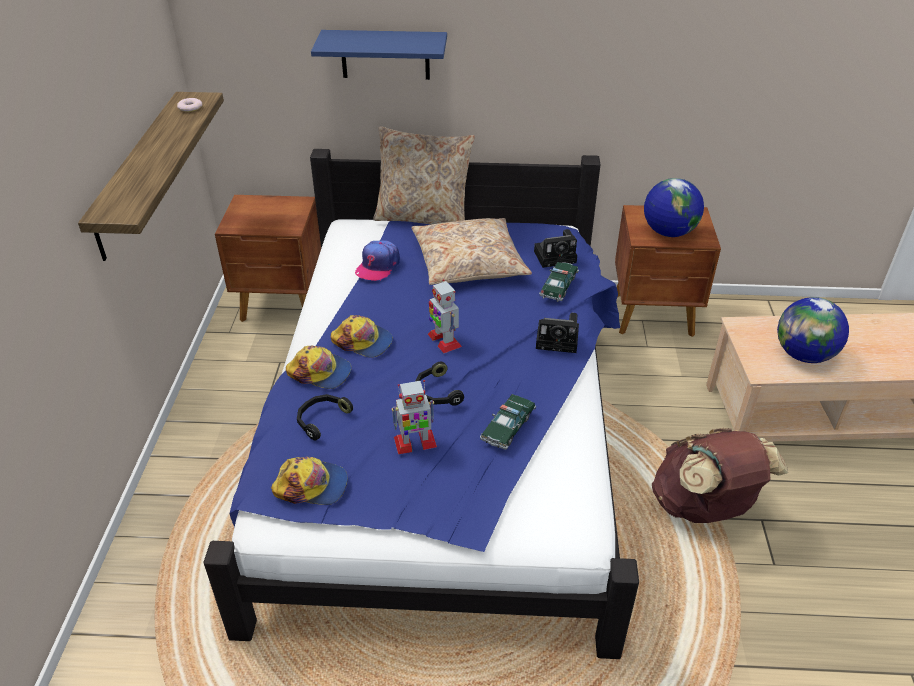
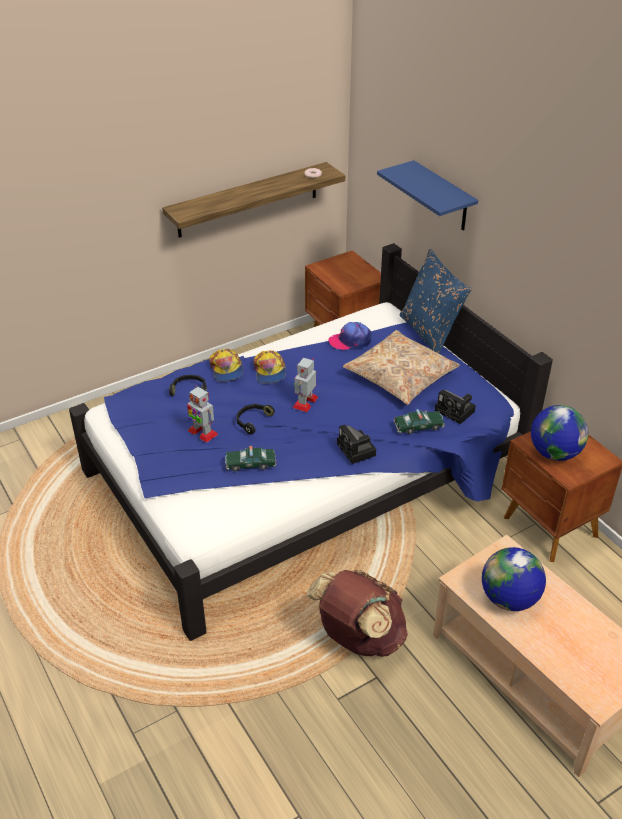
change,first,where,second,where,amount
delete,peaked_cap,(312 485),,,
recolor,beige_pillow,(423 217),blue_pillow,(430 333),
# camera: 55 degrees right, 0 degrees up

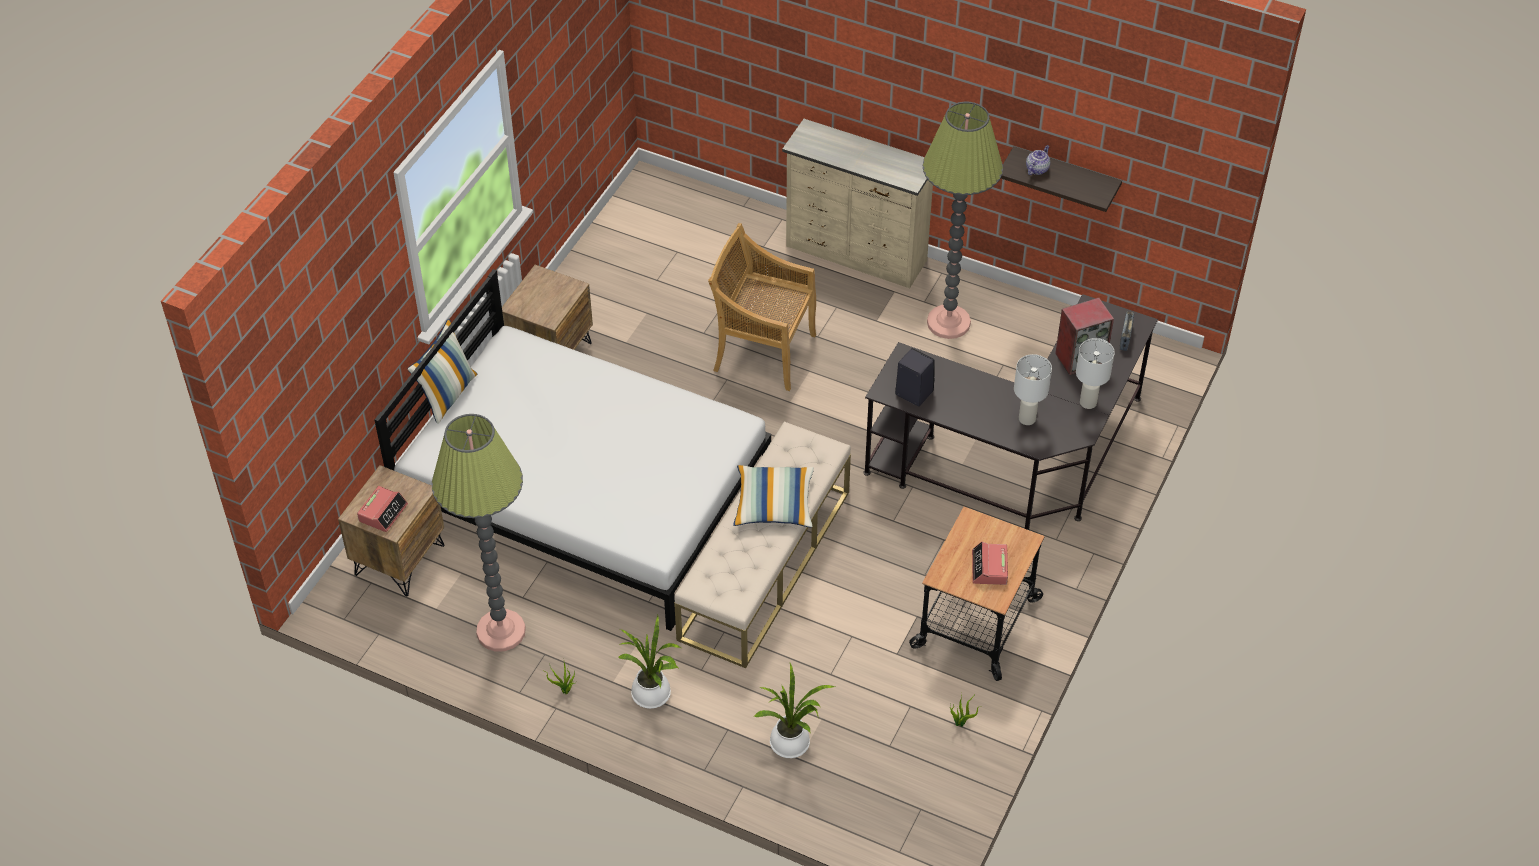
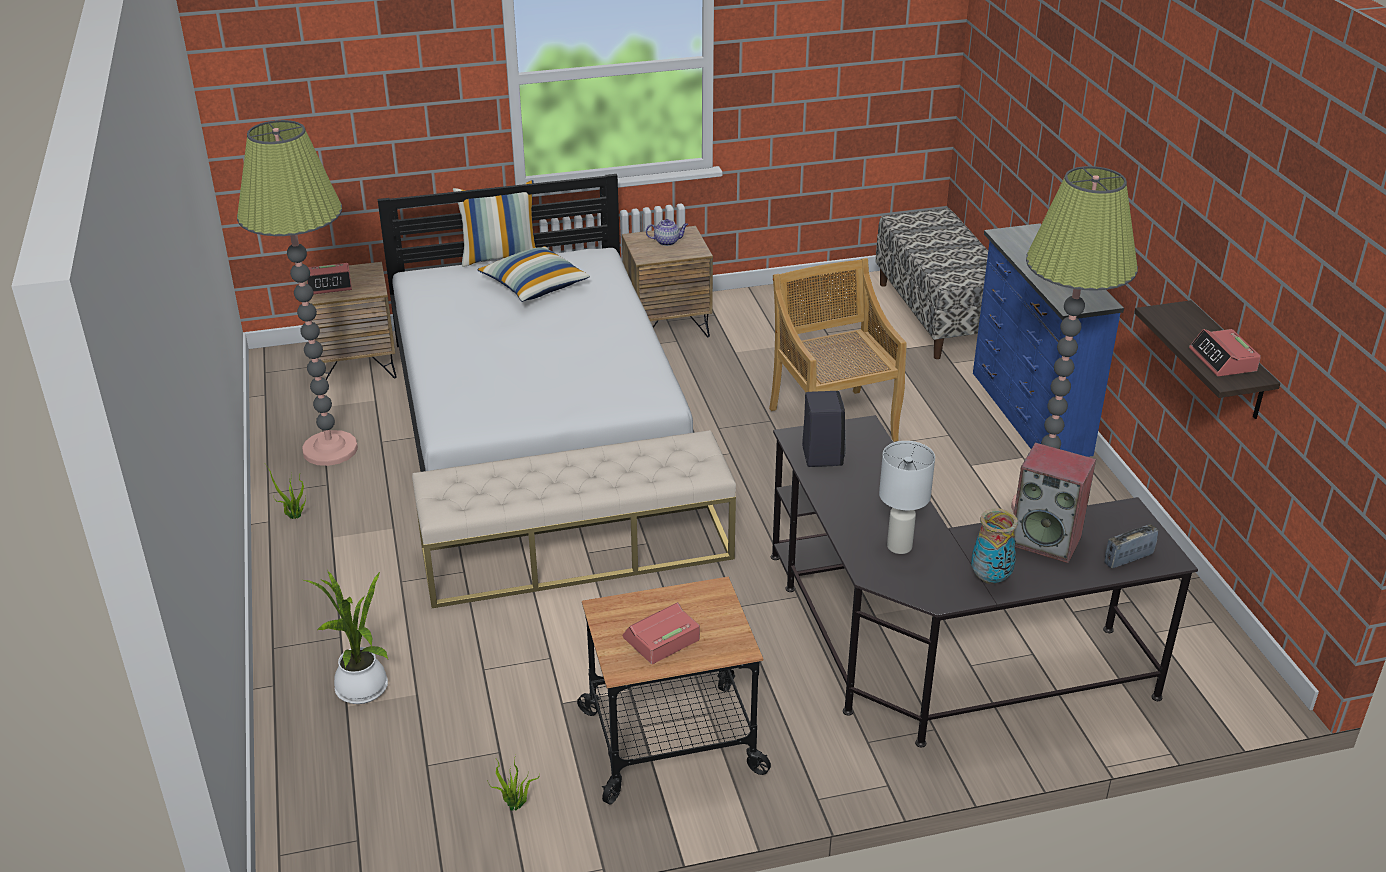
change,first,where,second,where,amount
delete,plant_in_a_pot,(653 696),,,
insert,,,indoor_bench,(938 316),
insert,,,alarm_clock,(1223 360),
move,pillow,(773 505),,(534 286),
move,pot_for_tea,(1037 169),,(667 241),
replace,white_lamp_for_a_table,(1087 402),flower_vase,(990 578),
recolor,beige_dresser,(856 255),blue_dresser,(1028 414),
# camera: 50 degrees right, 15 degrees down

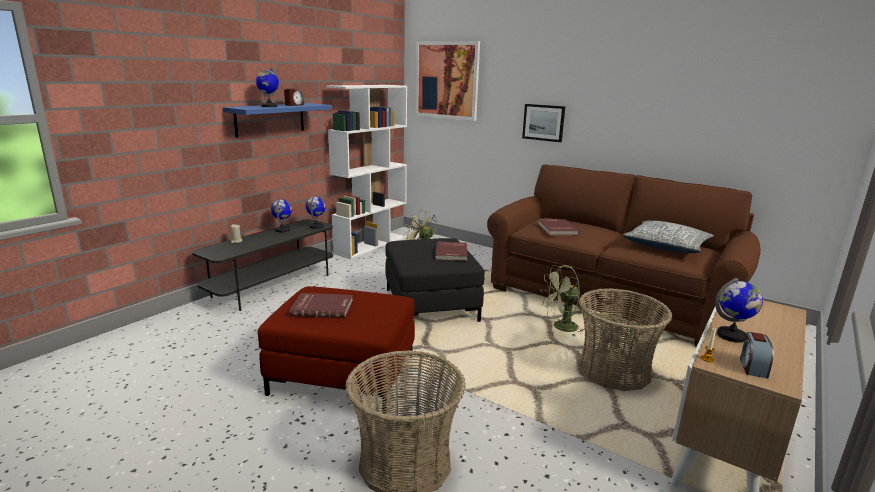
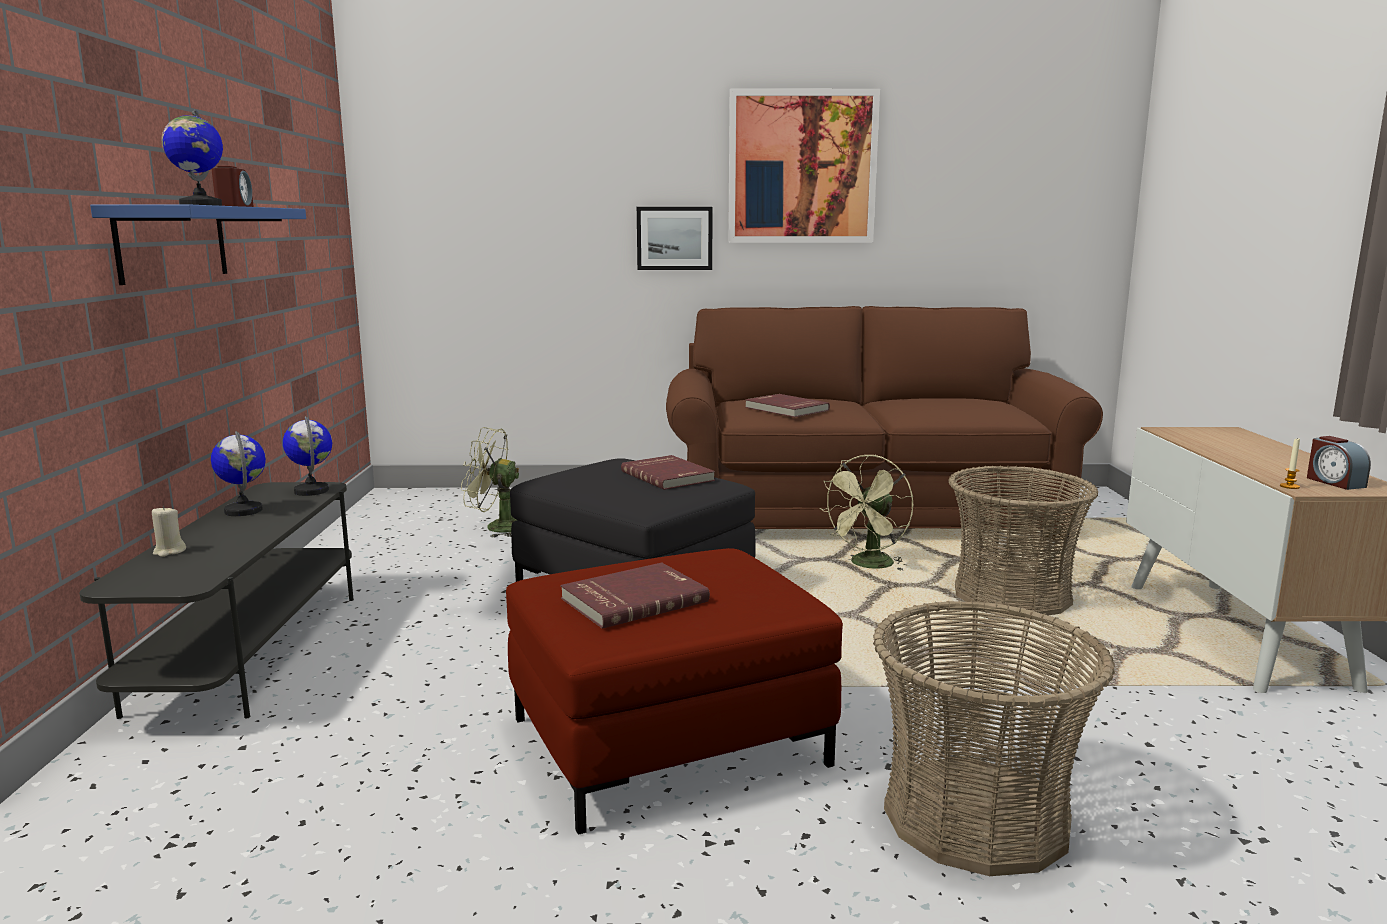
change,first,where,second,where,amount
delete,white_bookshelf,(371 245),,,
delete,pillow,(666 246),,,
delete,globe,(731 336),,,
move,wall_art,(446 80),,(802 167),
# camera: 35 degrees left, 5 degrees down

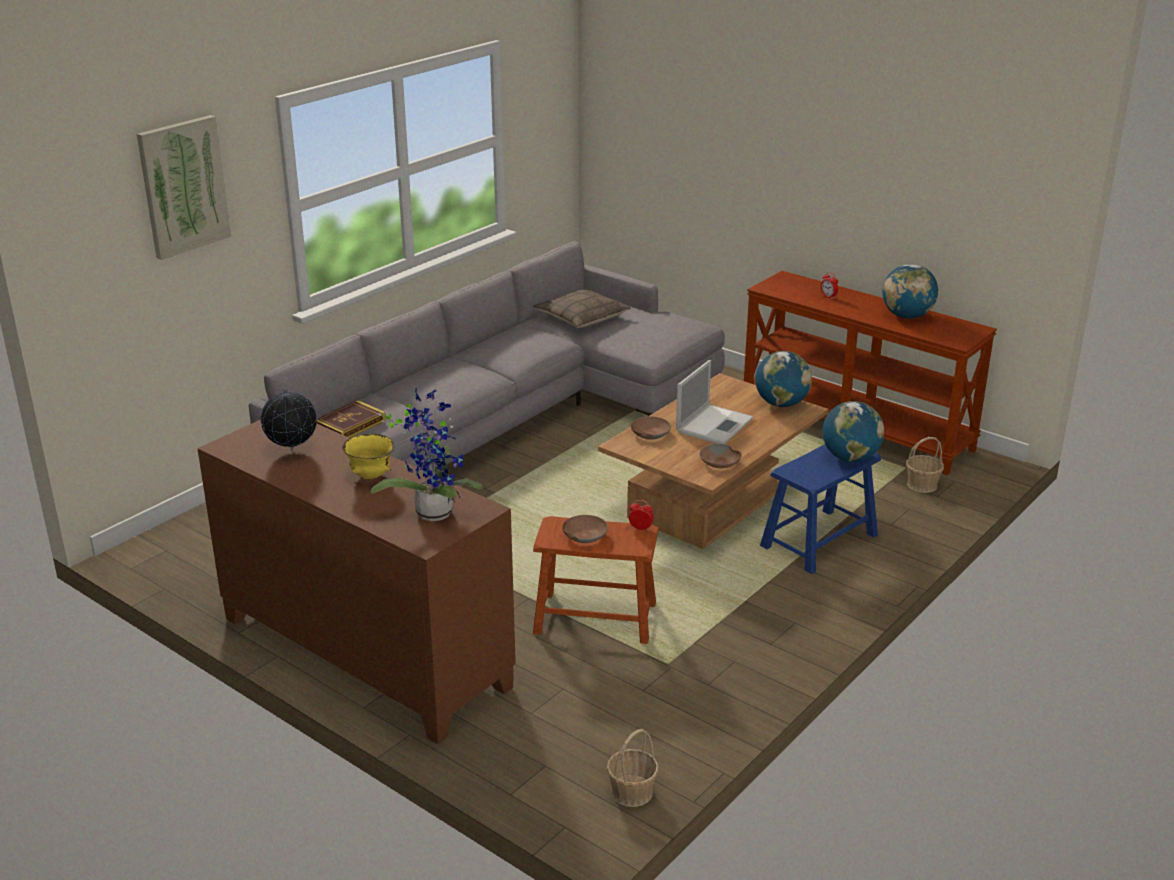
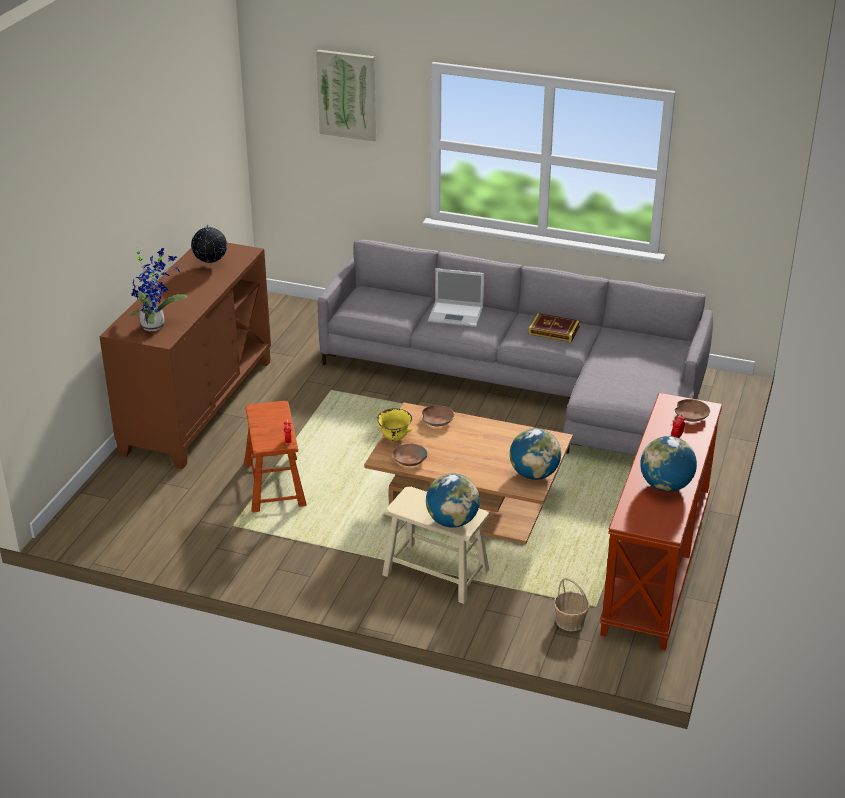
change,first,where,second,where,amount
delete,pillow,(581 317),,,
delete,basket,(631 792),,,
move,book,(350 424),,(554 330),
move,yellow-coloured_serving_bowl,(370 476),,(394 438),
move,brownish_serving_bowl,(584 535),,(691 415),
move,laptop,(715 424),,(457 314),
recolor,blue_sitting_stool,(819 541),beige_sitting_stool,(436 572),
# camera: 70 degrees right, 5 degrees up

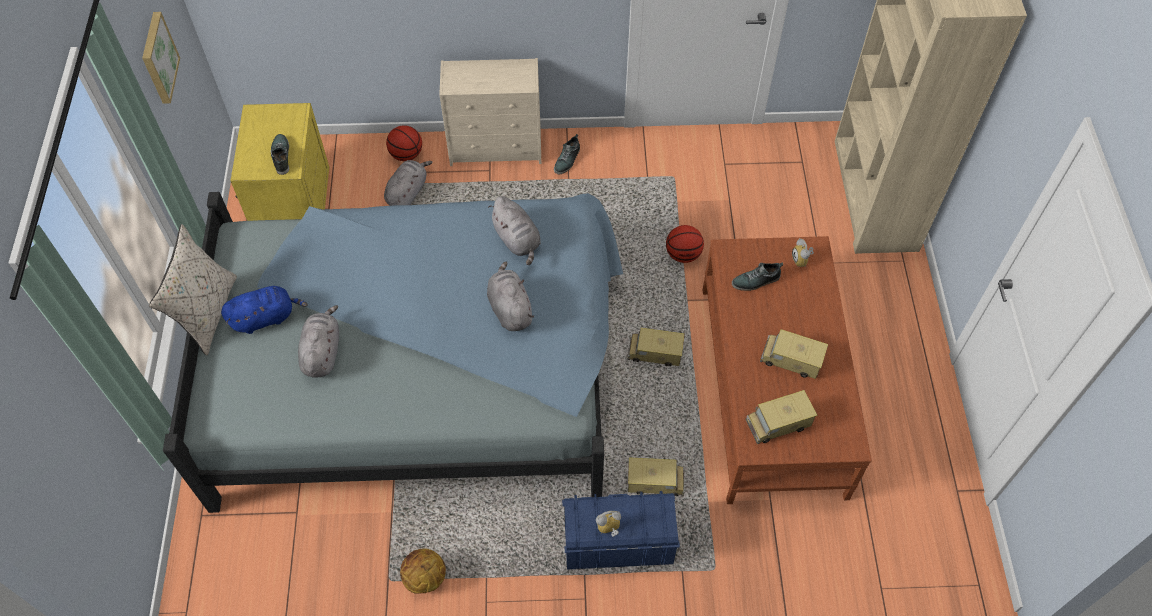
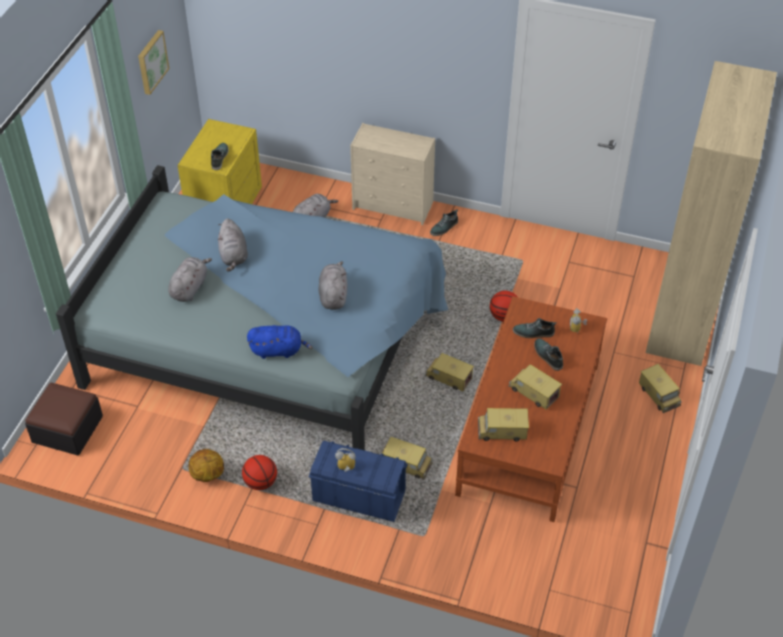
change,first,where,second,where,amount
delete,beige_pillow,(207 313),,,
insert,,,footrest,(67 429),
insert,,,shoe,(547 356),
insert,,,model_truck,(659 395),
move,blue_plush_toy,(266 318),,(278 350),
move,ball_for_basketball,(406 155),,(260 482),
move,greyish_plush_toy,(517 240),,(233 256),
# camera: 20 degrees right, 10 degrees down

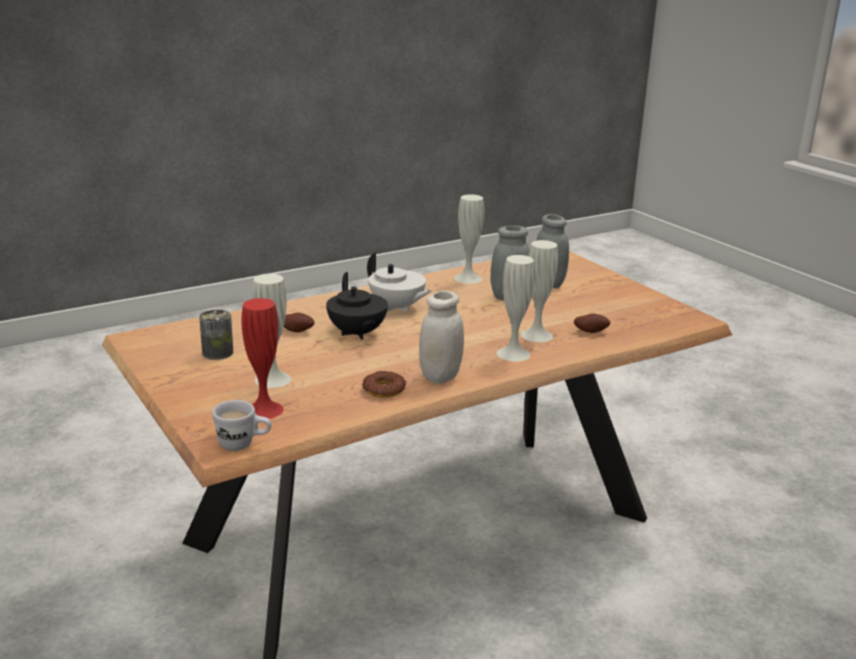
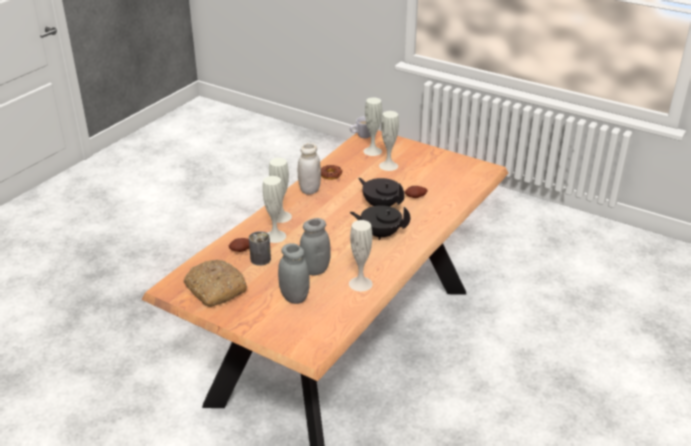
change,first,where,second,where,amount
insert,,,baked_bread,(214 289),
move,can,(217 353),,(260 259),
recolor,reddish_flower_vase,(264 410),white_flower_vase,(372 151),
recolor,white_pot_for_tea,(397 308),black-coloured_pot_for_tea,(380 234),
# camera: 155 degrees right, 10 degrees up

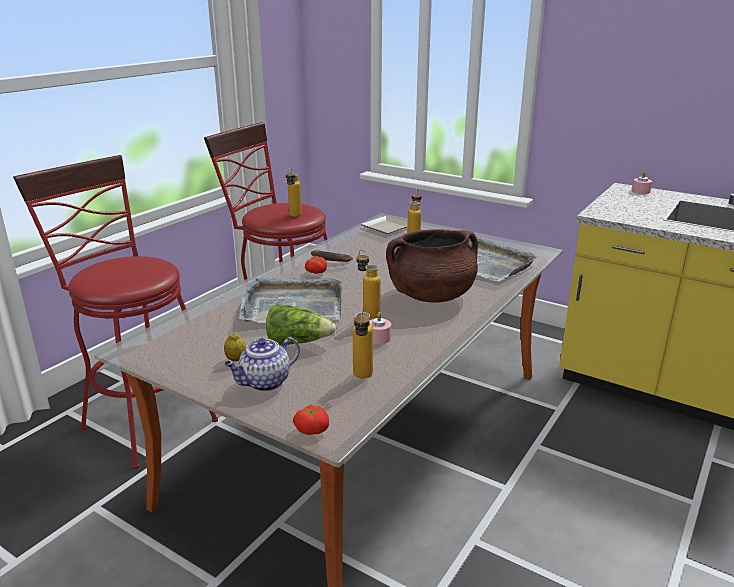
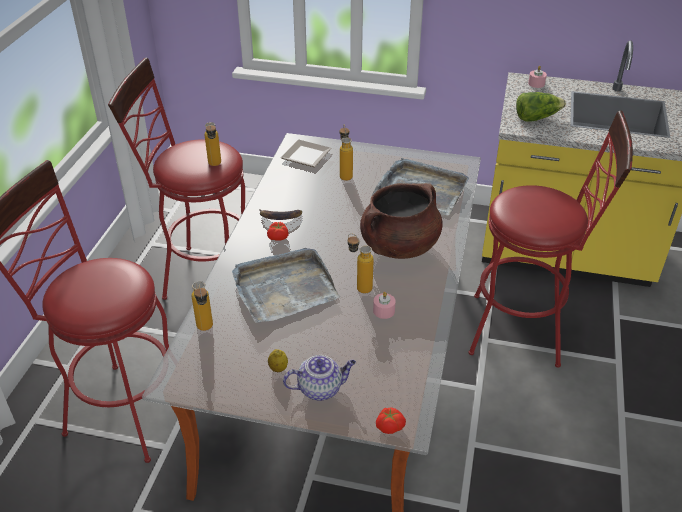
change,first,where,second,where,amount
insert,,,reddish_sitting_stool,(525 330),
move,lettuce_head,(298 342),,(536 117),
move,drink_bottle,(362 378),,(206 330),
rotate,pot_for_tea,(264 383),,(320 388),135 degrees counterclockwise
# camera: 20 degrees left, 15 degrees up

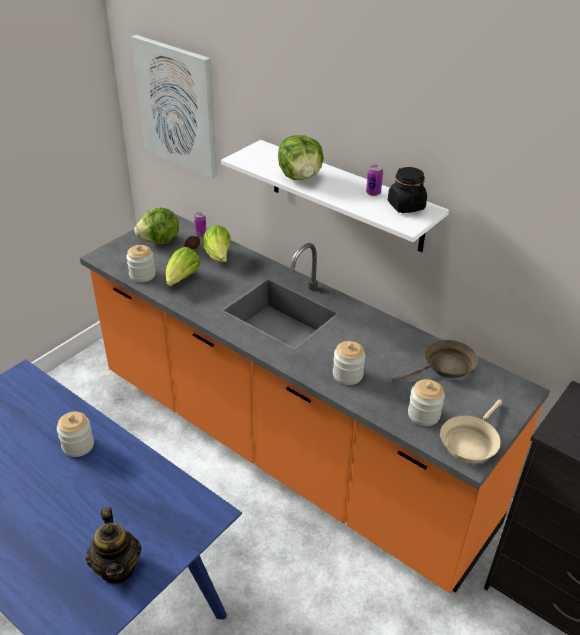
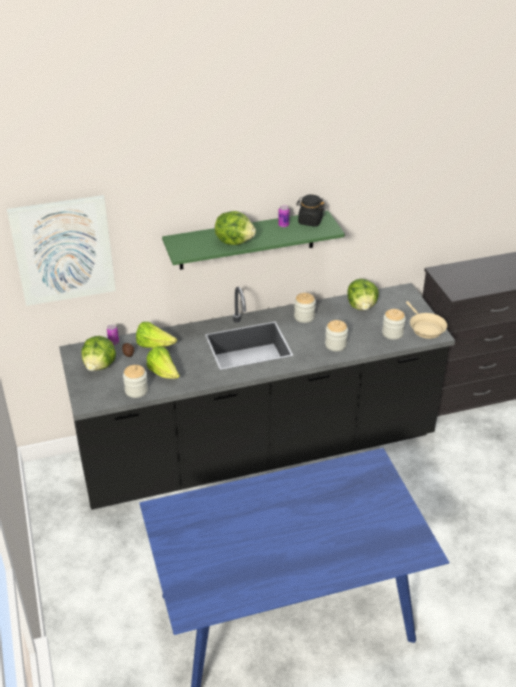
change,first,where,second,where,amount
delete,pot_for_tea,(117 567),,,
move,preserve_jar,(78 445),,(304 316),
replace,brownish_skillet,(445 367),lettuce_head,(362 306),
recolor,orangey_kitchen_counter,(287 448),black-coloured_kitchen_counter,(258 451),
recolor,white_shelf,(346 196),green_shelf,(247 240),
# camera: 55 degrees left, 0 degrees up

